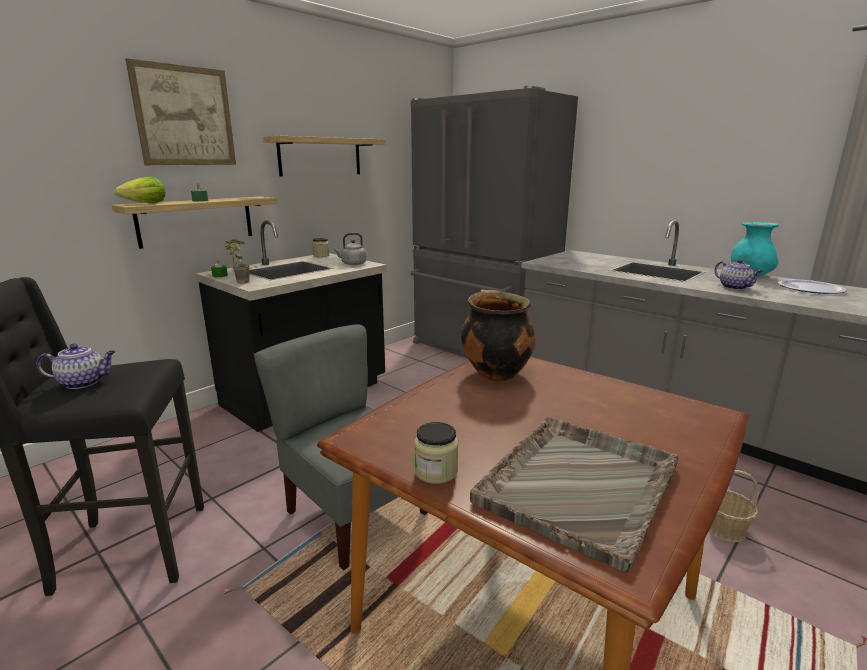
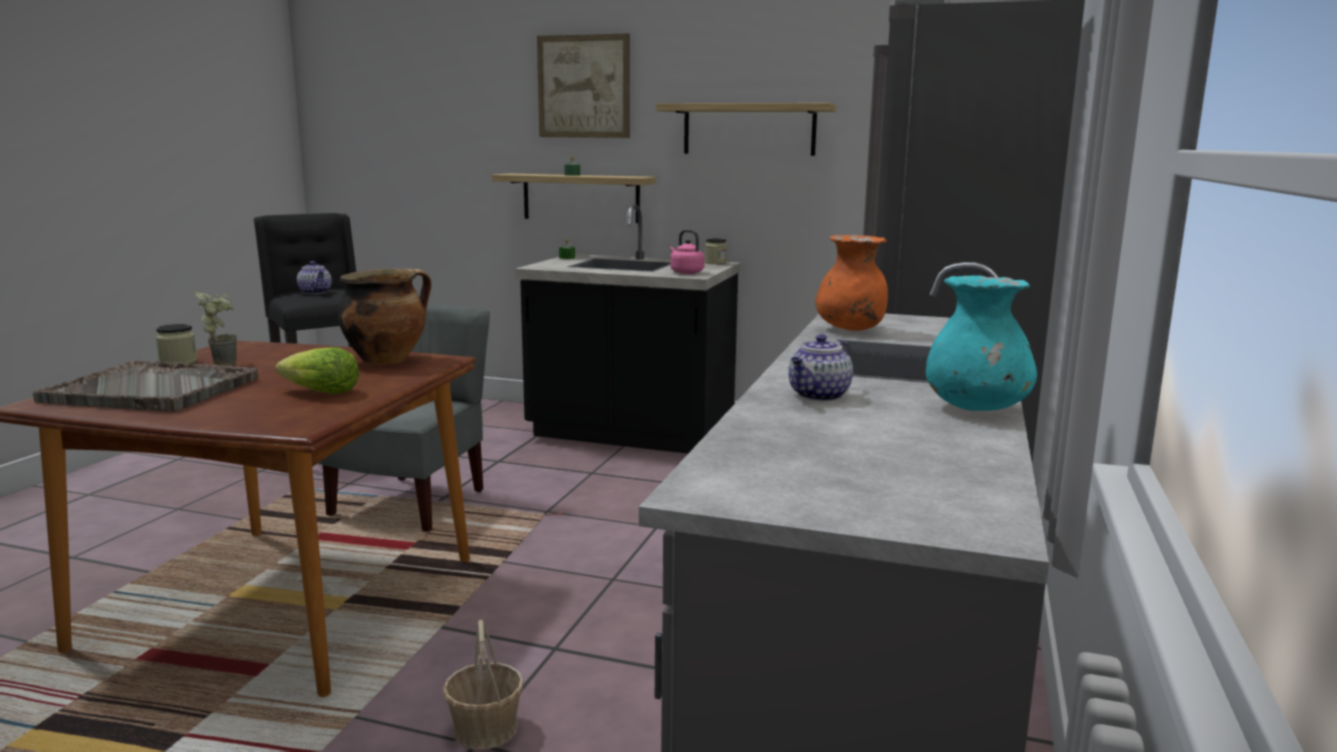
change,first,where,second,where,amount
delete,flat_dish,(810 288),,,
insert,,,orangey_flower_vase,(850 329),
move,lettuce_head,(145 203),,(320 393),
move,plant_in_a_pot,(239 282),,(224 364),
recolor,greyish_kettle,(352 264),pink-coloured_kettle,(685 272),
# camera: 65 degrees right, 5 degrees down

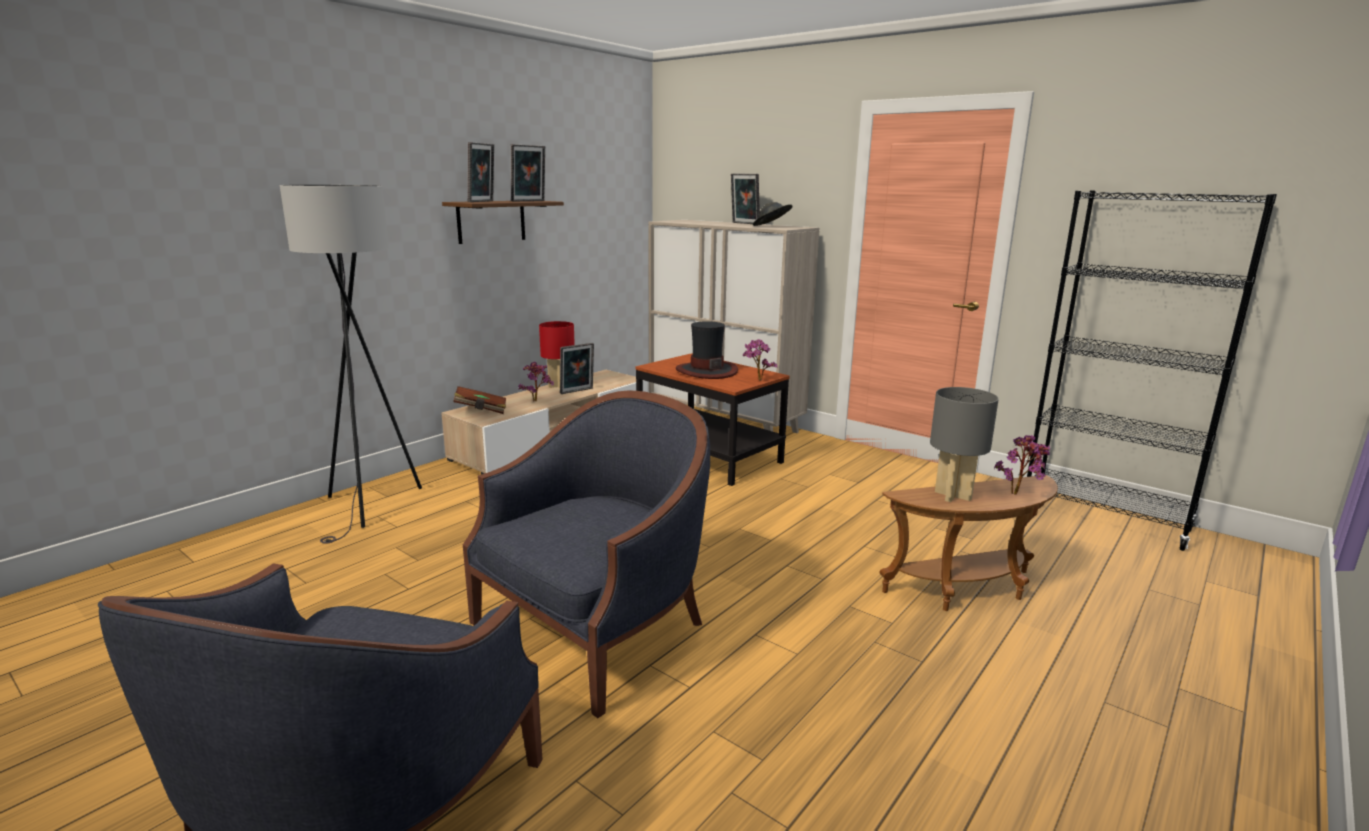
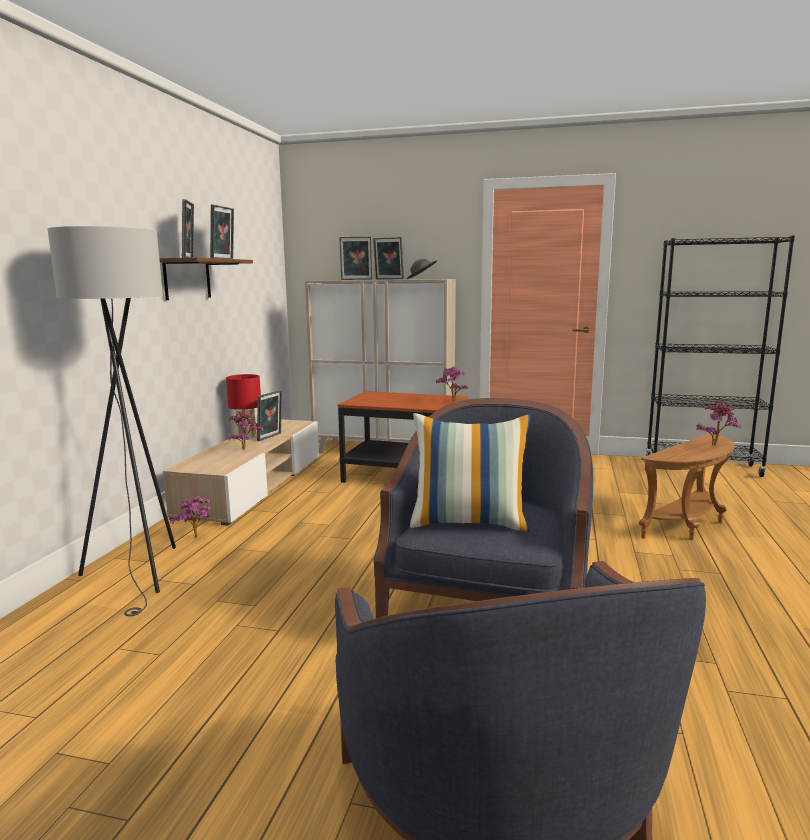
change,first,where,second,where,amount
delete,brownish_book,(481 410),,,
delete,wearable_hat,(706 371),,,
delete,greyish_lamp_for_a_table,(952 495),,,
insert,,,plant_in_a_pot,(197 538),
insert,,,standing_frame,(356 279),
insert,,,pillow,(469 522),
# camera: 25 degrees left, 5 degrees down

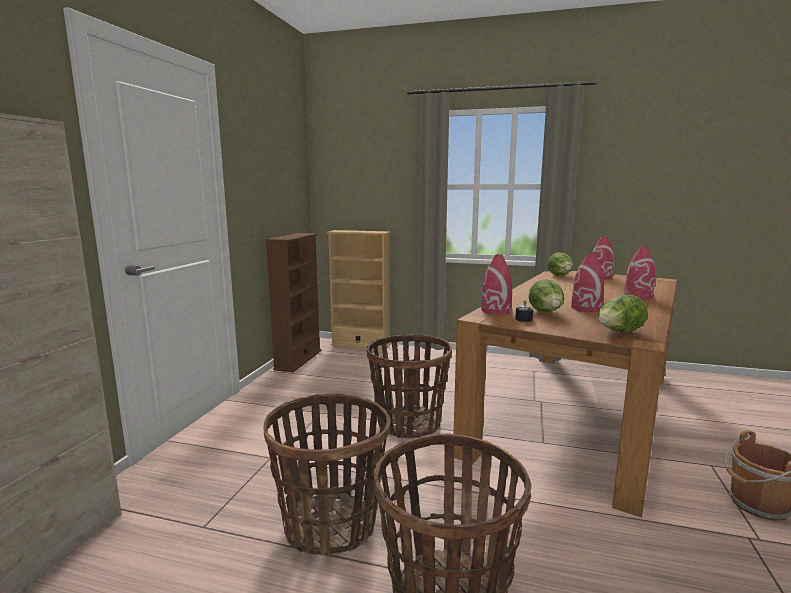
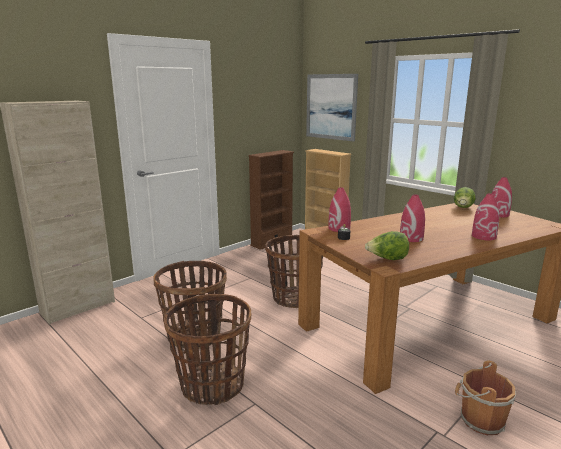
change,first,where,second,where,amount
delete,lettuce_head,(546 313),,,
insert,,,wall_art,(331 107),
# camera: 30 degrees right, 5 degrees up

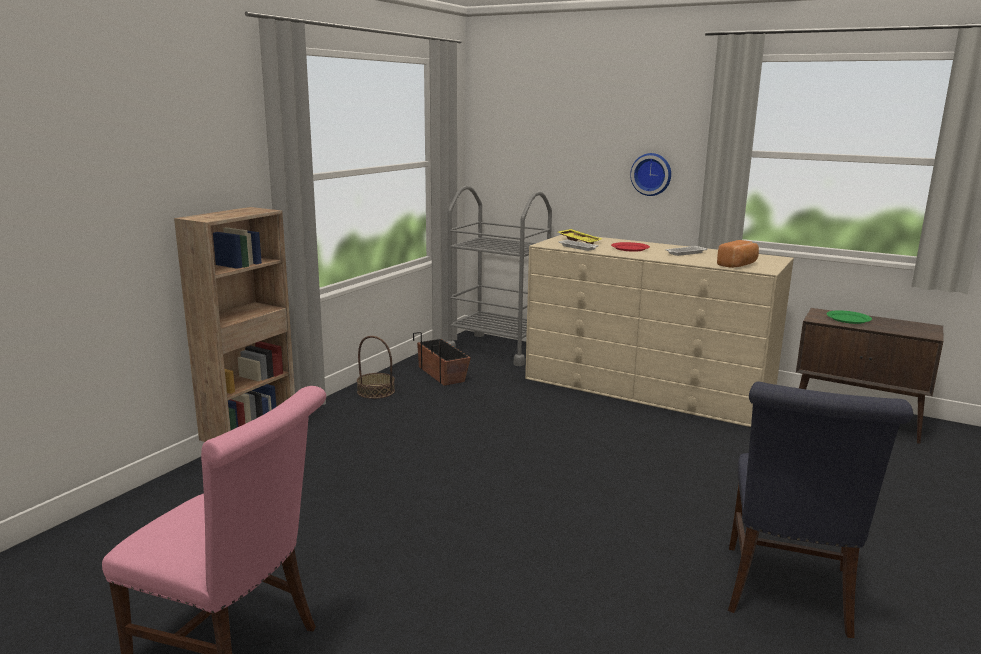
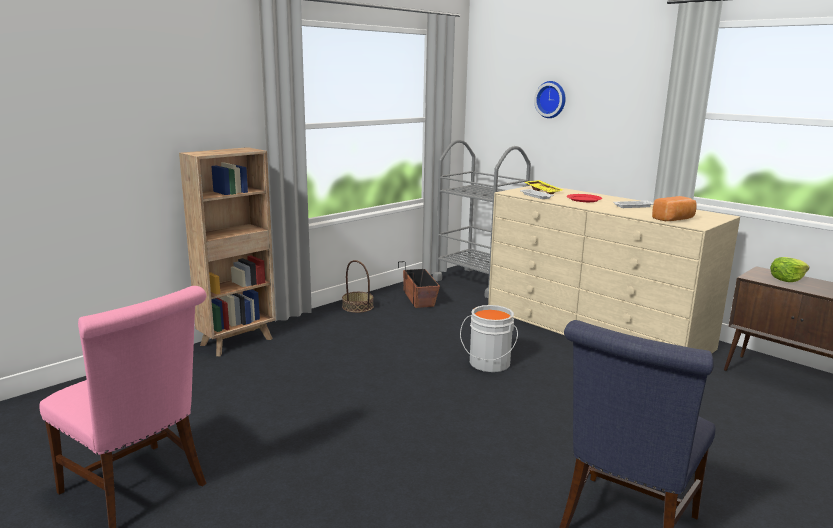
change,first,where,second,where,amount
insert,,,greyish_bucket,(488 364),
move,hanging_clock,(651 174),,(551 99),
replace,green_flat_dish,(848 319),lettuce_head,(787 279),
# camera: 15 degrees right, 0 degrees up

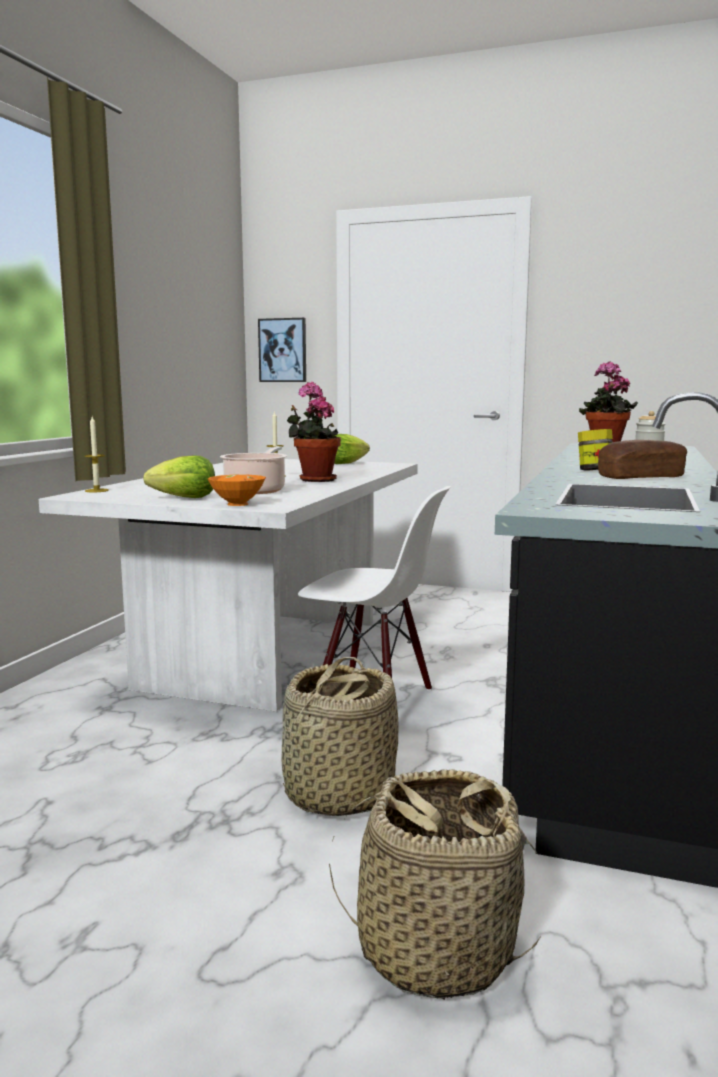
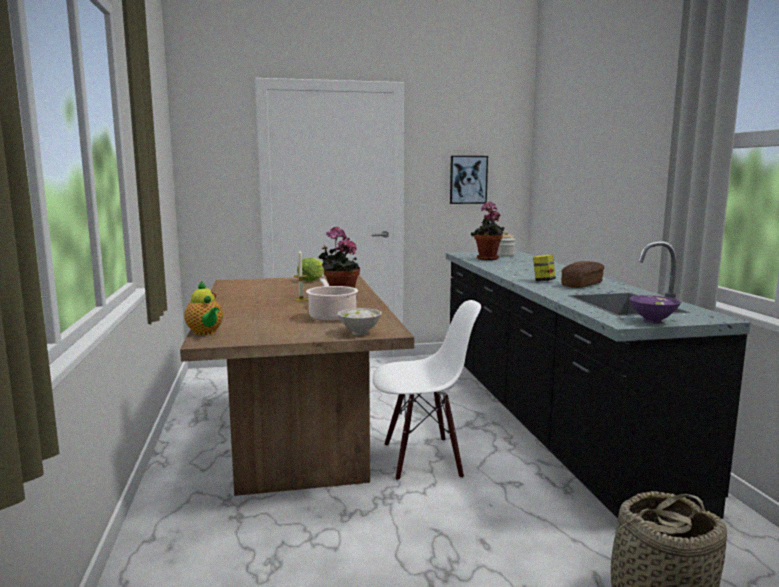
change,first,where,second,where,amount
delete,lettuce_head,(185 498),,,
delete,basket,(338 794),,,
insert,,,purple-coloured_serving_bowl,(653 321),
move,wall_art,(283 350),,(468 179),
replace,wax_candle,(97 490),pot_for_tea,(205 333),
recolor,white_dinner_table,(264 652),brownish_dinner_table,(296 437),
recolor,orangey_serving_bowl,(239 504),white_serving_bowl,(361 333),
# camera: 30 degrees left, 0 degrees up

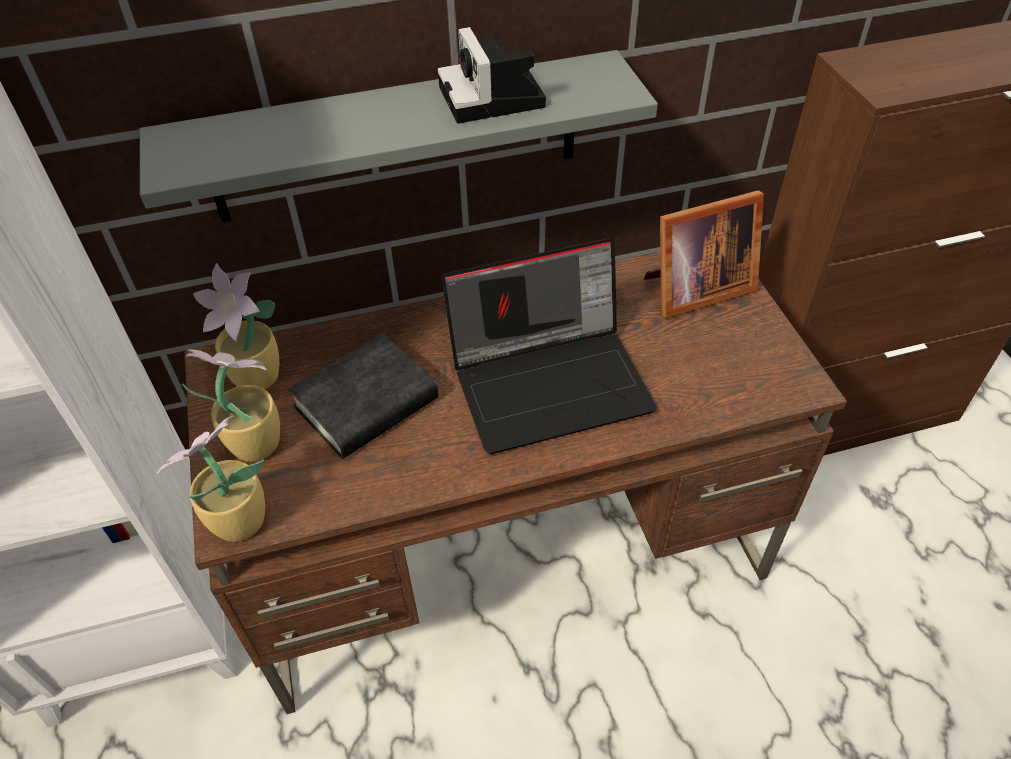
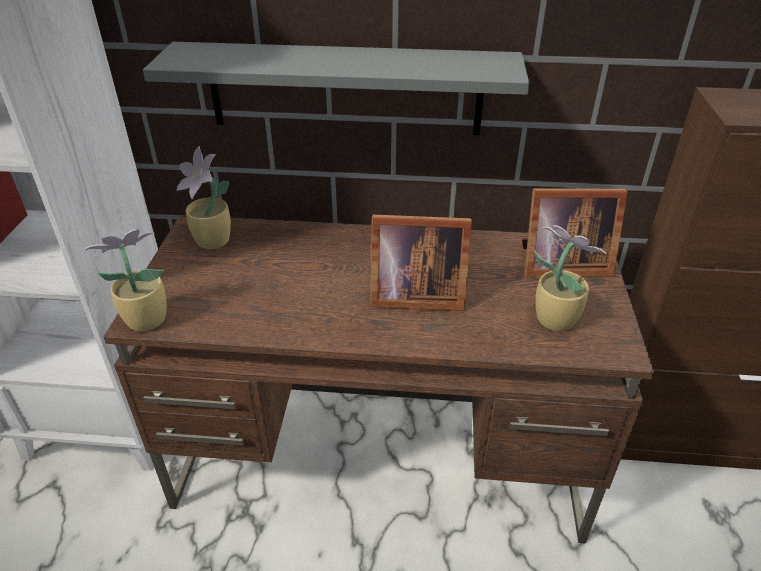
change,first,where,second,where,amount
delete,black-coloured_book,(366 403),,,
delete,still_camera,(494 99),,,
move,plant_in_a_pot,(254 442),,(554 318),
replace,laptop,(551 381),standing_frame,(413 294),
# camera: 20 degrees right, 10 degrees down

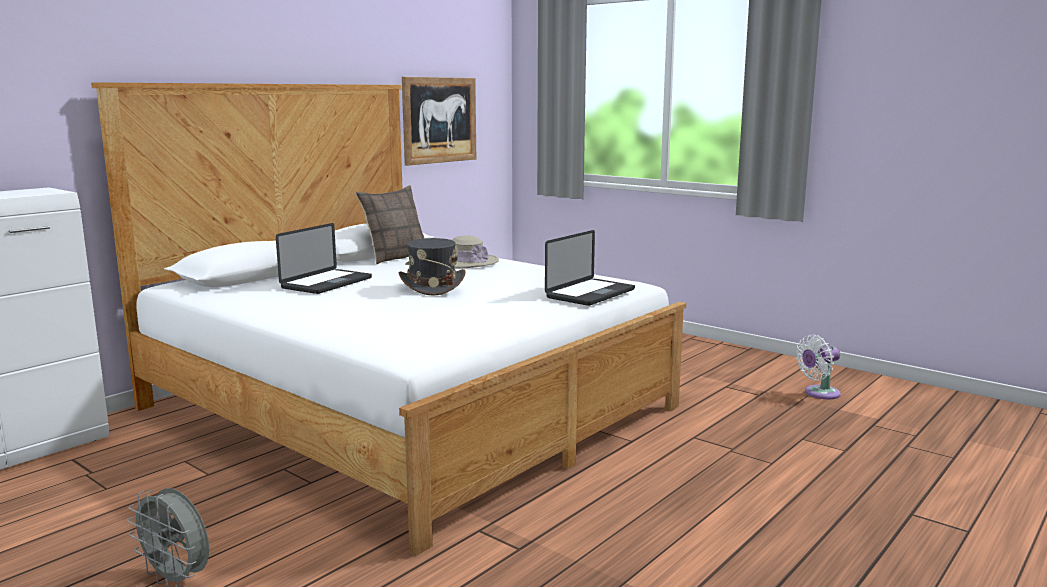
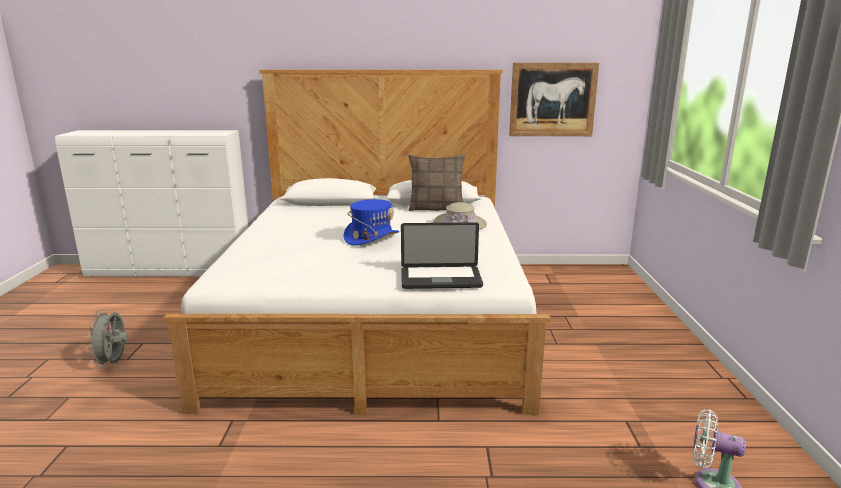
change,first,where,second,where,amount
delete,laptop,(327 283),,,
recolor,greyish_wearable_hat,(432 286),blue_wearable_hat,(371 237),
# camera: 50 degrees right, 5 degrees up

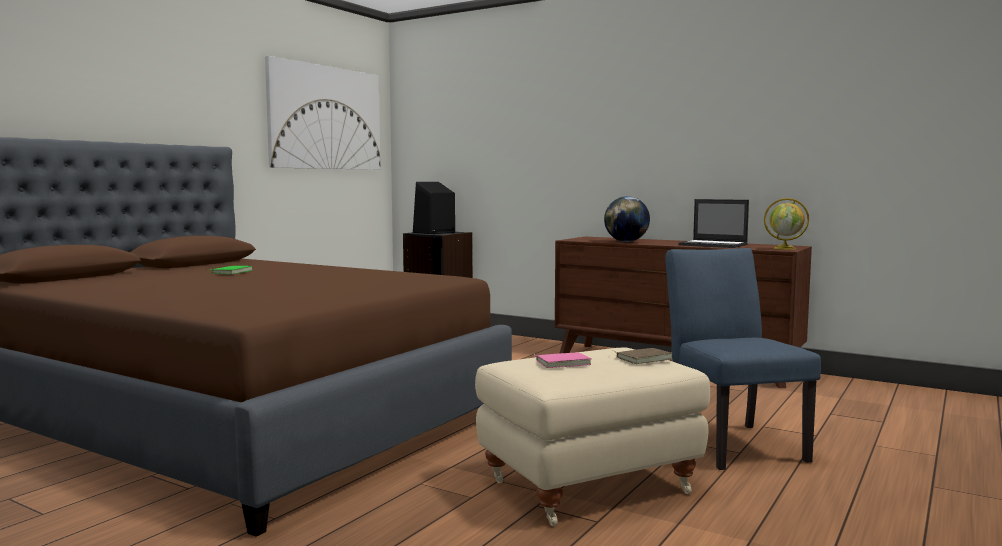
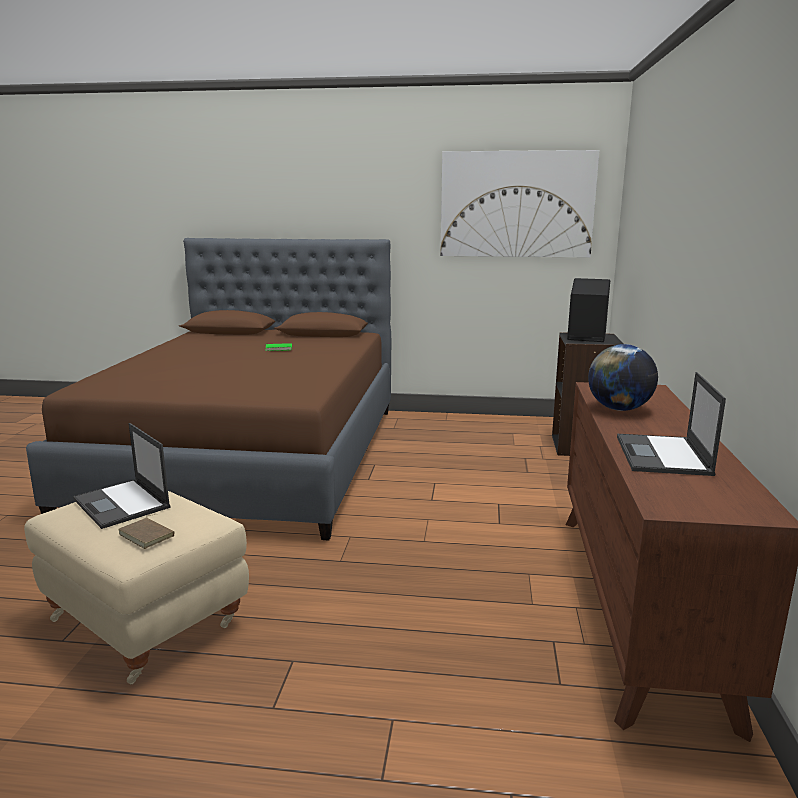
change,first,where,second,where,amount
delete,blue_upright_chair,(731 442),,,
delete,globe,(785 248),,,
replace,pink-coloured_book,(562 363),laptop,(122 504),
# camera: 65 degrees right, 10 degrees up

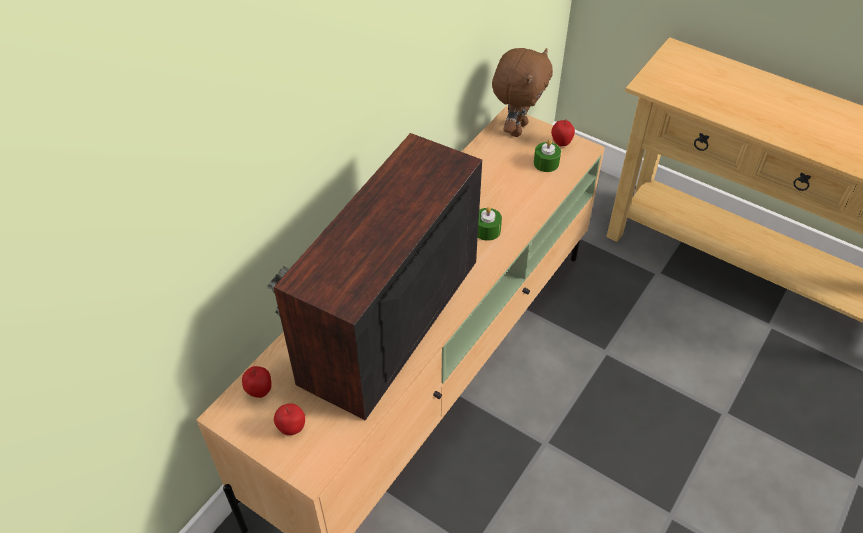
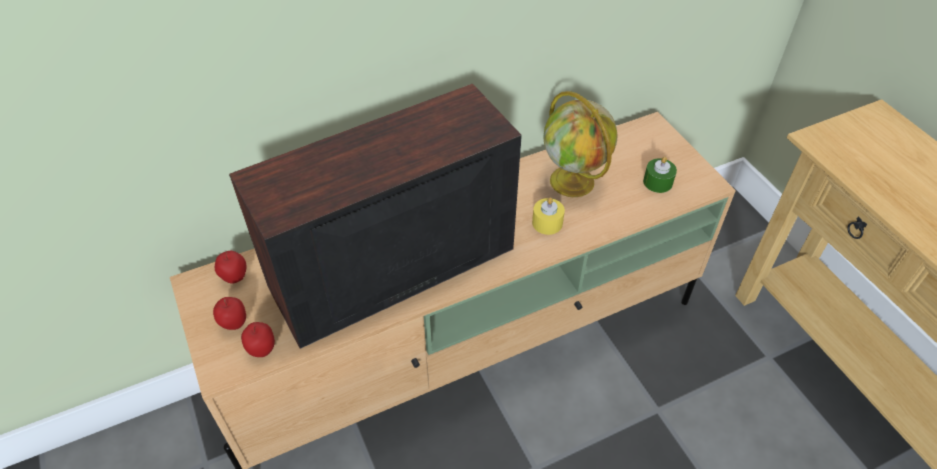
change,first,where,second,where,amount
delete,brownish_plush_toy,(516 128),,,
insert,,,globe,(573 182),
move,apple,(561 143),,(262 350),
recolor,green_wax_candle,(487 230),yellow-coloured_wax_candle,(547 223),
# camera: 30 degrees right, 0 degrees up

